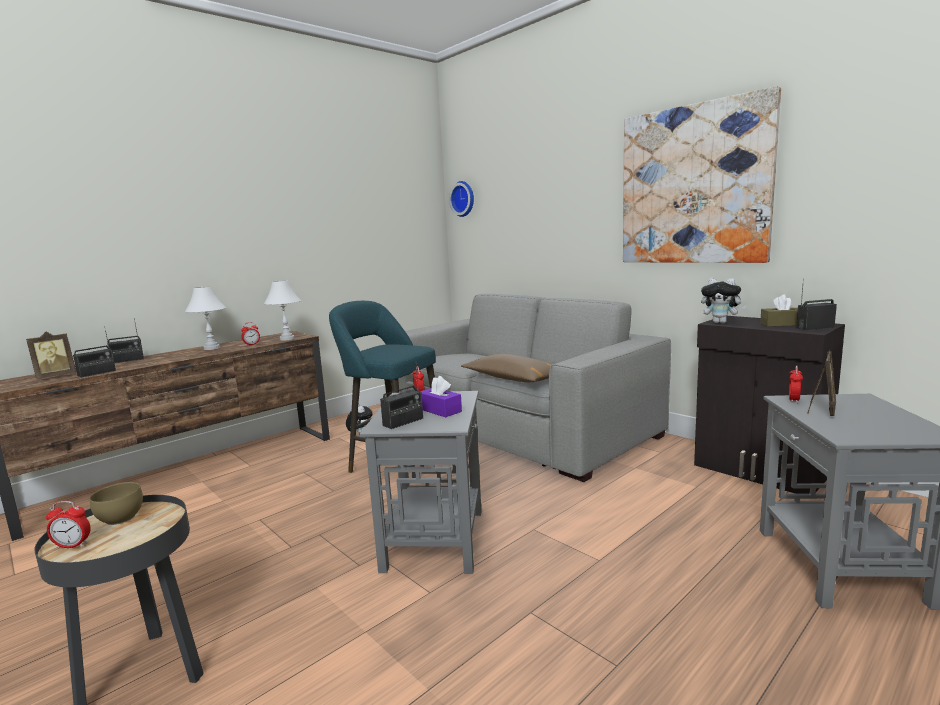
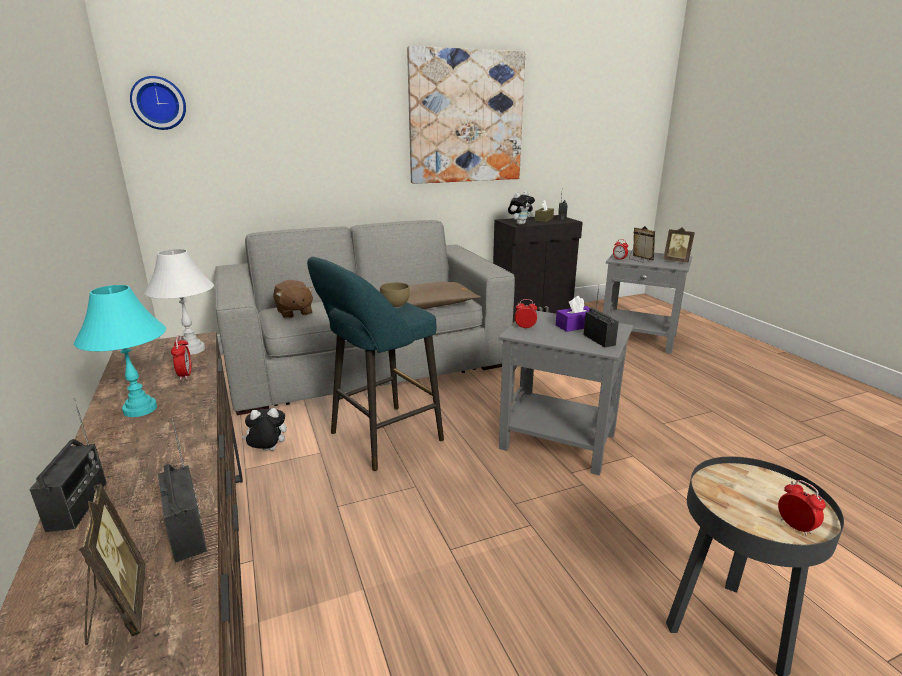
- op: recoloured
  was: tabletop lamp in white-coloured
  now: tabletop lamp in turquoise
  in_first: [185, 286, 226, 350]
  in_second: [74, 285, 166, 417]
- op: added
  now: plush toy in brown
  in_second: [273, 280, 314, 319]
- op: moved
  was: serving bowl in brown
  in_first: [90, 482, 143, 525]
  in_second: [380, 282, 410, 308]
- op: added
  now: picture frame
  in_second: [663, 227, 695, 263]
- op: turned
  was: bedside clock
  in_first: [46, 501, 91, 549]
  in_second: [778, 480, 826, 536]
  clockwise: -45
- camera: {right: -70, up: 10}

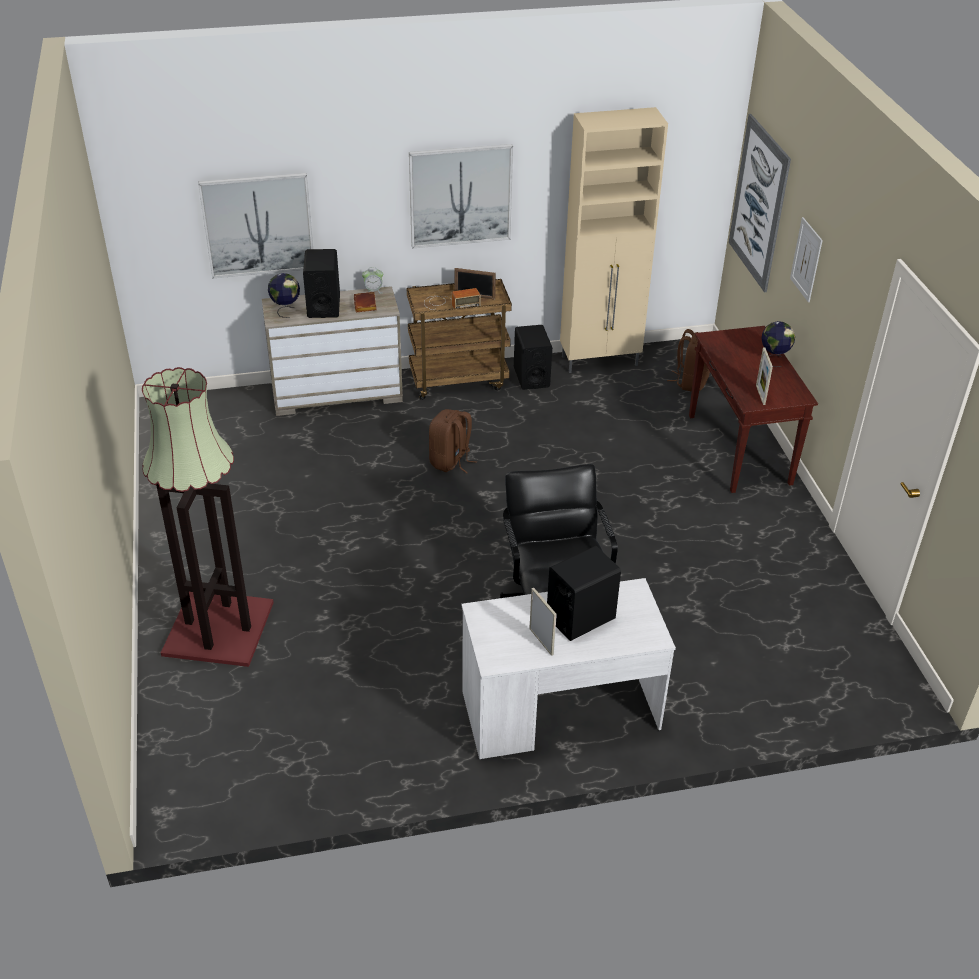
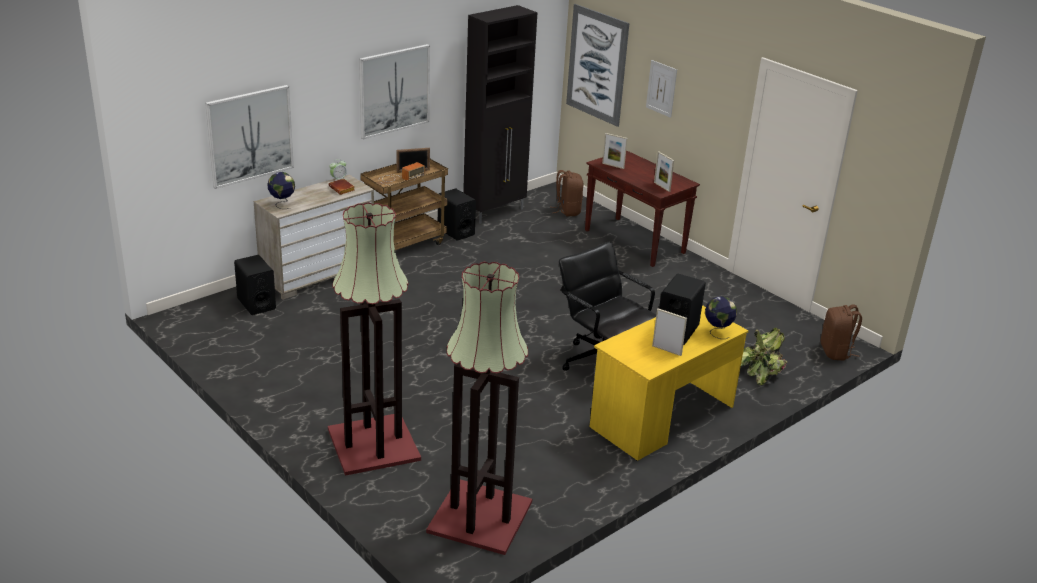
- op: moved
  was: audio speaker in blackish
  in_first: [303, 249, 340, 318]
  in_second: [234, 255, 276, 315]
- op: added
  now: floor lamp
  in_second: [426, 262, 532, 555]
- op: recoloured
  was: storage cabinet in beige
  now: storage cabinet in blackish
  in_first: [560, 107, 668, 373]
  in_second: [463, 5, 537, 224]
- op: recoloured
  was: desk unit in white-coloured
  now: desk unit in yellow
  in_first: [461, 578, 676, 759]
  in_second: [590, 305, 748, 461]
- op: added
  now: picture frame
  in_second: [602, 133, 628, 169]
- op: moved
  was: world globe
  in_first: [761, 321, 795, 367]
  in_second: [705, 296, 737, 339]
- op: added
  now: houseplant
  in_second: [741, 328, 787, 385]
- op: moved
  was: knapsack in brown
  in_first: [429, 409, 477, 474]
  in_second: [821, 304, 862, 361]
- camera: {right: -30, up: -10}

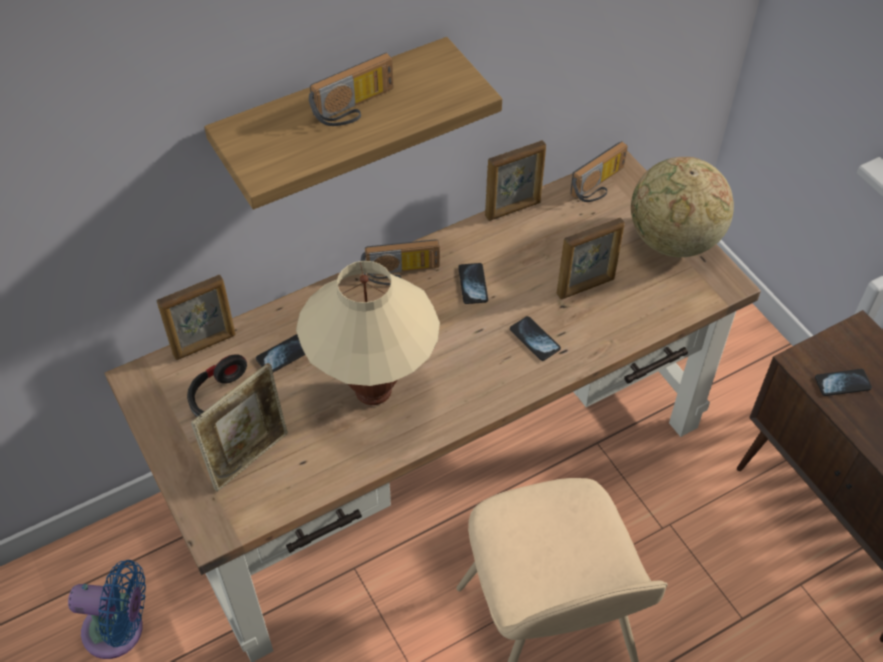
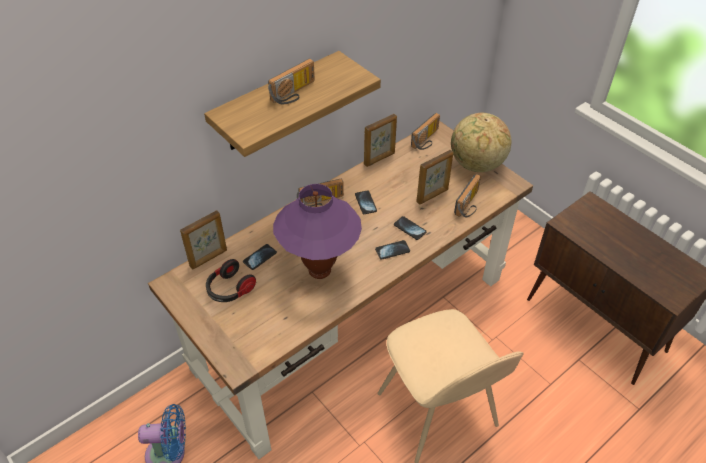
- op: recoloured
  was: tabletop lamp in beige
  now: tabletop lamp in purplish
  in_first: [296, 261, 440, 405]
  in_second: [273, 184, 362, 279]
- op: moved
  was: telephone
  in_first: [815, 369, 872, 396]
  in_second: [375, 240, 410, 260]
- op: added
  now: radio receiver
  in_second: [454, 174, 481, 217]
- op: removed
  was: picture frame
  in_first: [191, 363, 288, 492]
- camera: {right: -10, up: -5}

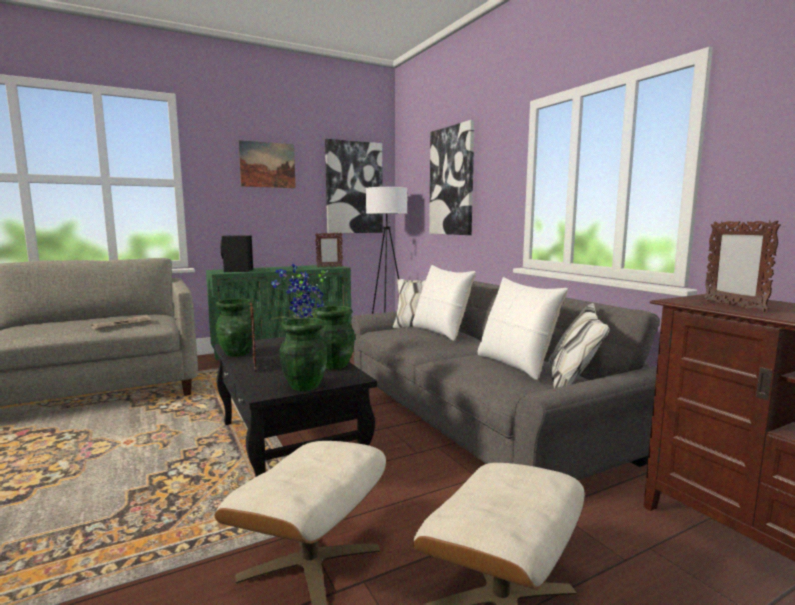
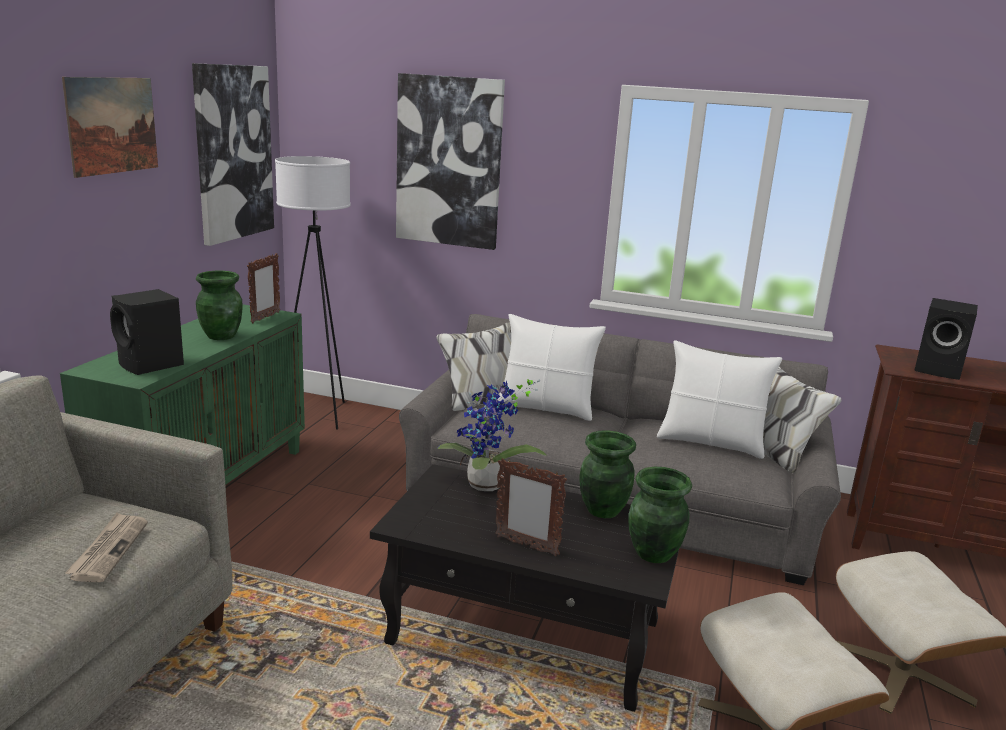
- op: moved
  was: decorative vase in green-coloured
  in_first: [216, 299, 255, 357]
  in_second: [196, 271, 243, 340]
- op: replaced
  was: picture frame
  now: audio speaker in blackish
  in_first: [704, 221, 781, 312]
  in_second: [914, 298, 978, 380]
- camera: {right: -45, up: 10}

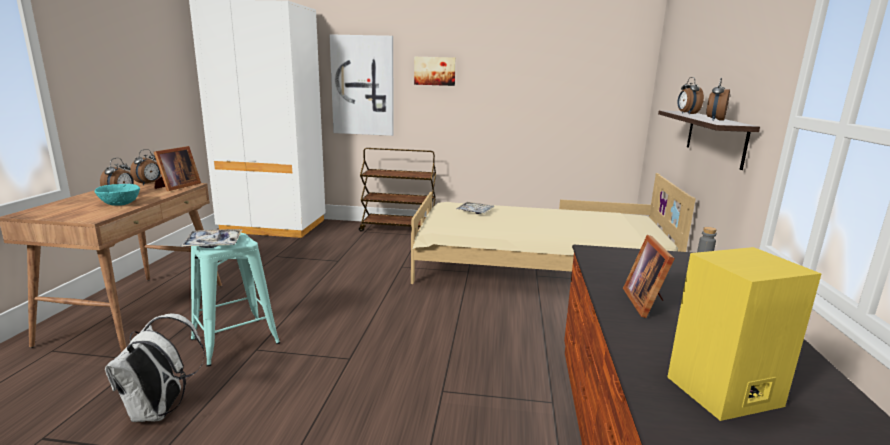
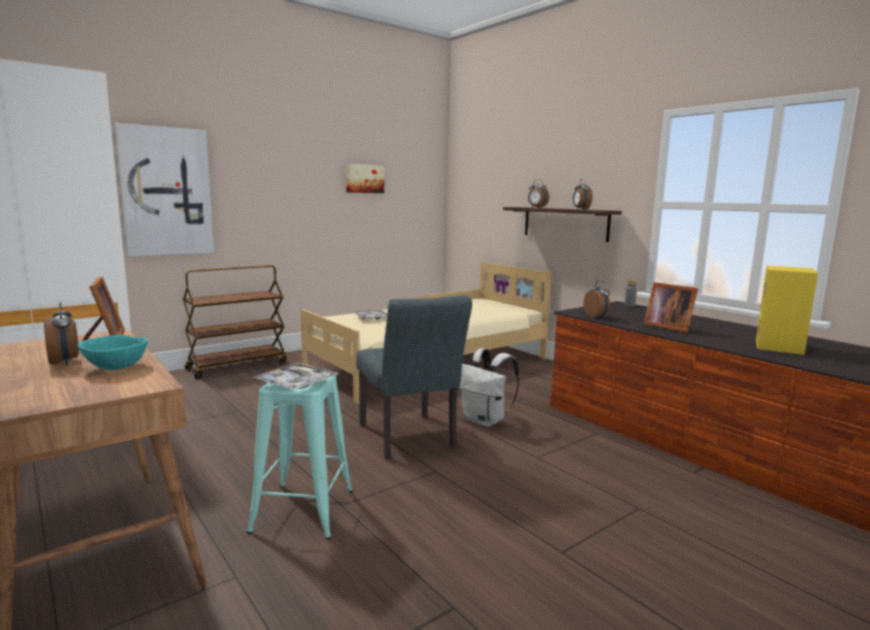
- op: moved
  was: wall picture
  in_first: [414, 57, 456, 86]
  in_second: [346, 164, 384, 193]
- op: added
  now: chair in gray
  in_second: [356, 295, 472, 460]
- op: moved
  was: knapsack in white-coloured
  in_first: [105, 314, 205, 422]
  in_second: [458, 348, 519, 427]
- op: moved
  was: bedside clock
  in_first: [130, 149, 161, 185]
  in_second: [583, 280, 610, 318]
- camera: {right: -45, up: -5}

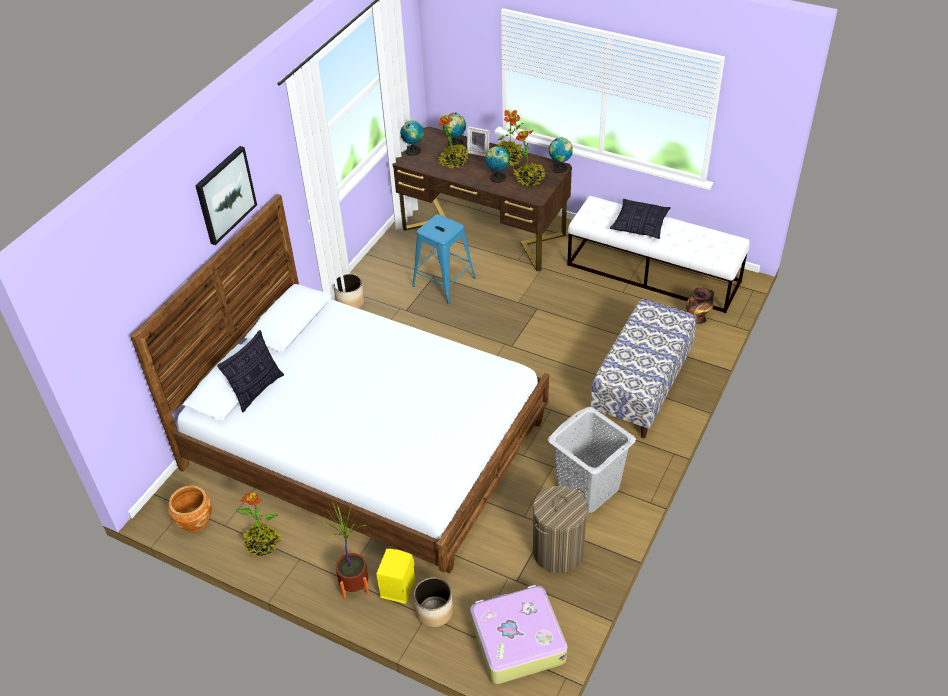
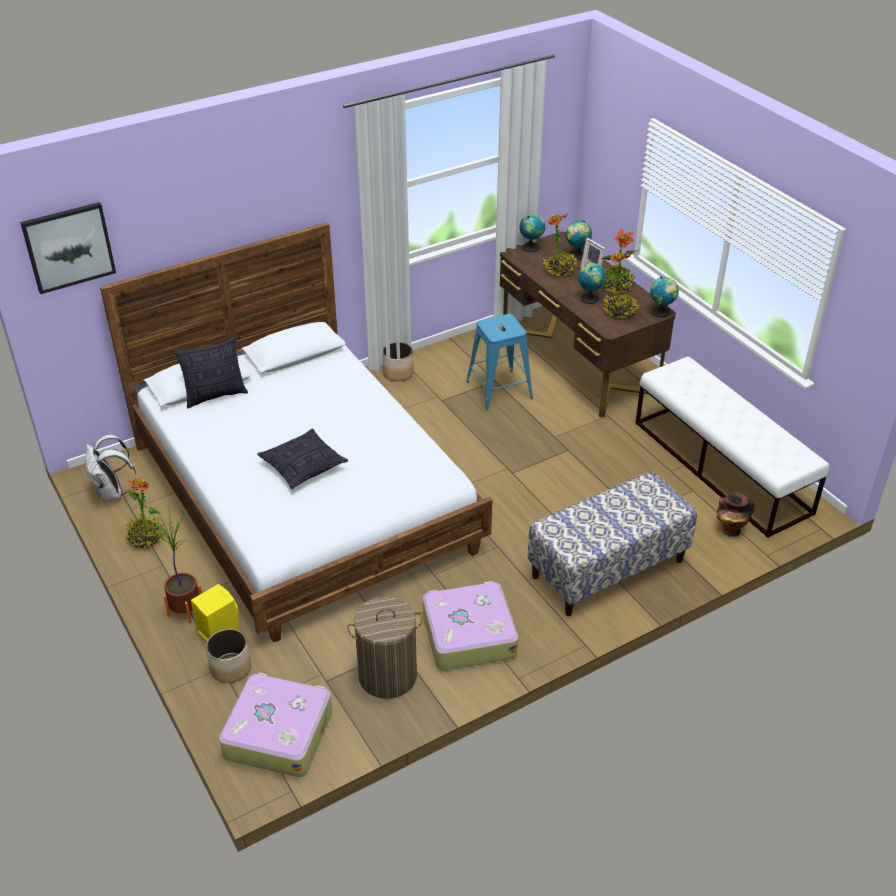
- op: moved
  was: wall picture
  in_first: [195, 146, 257, 245]
  in_second: [20, 202, 116, 294]
- op: replaced
  was: plant pot in brown
  now: knapsack in white-coloured
  in_first: [168, 485, 212, 532]
  in_second: [85, 435, 136, 503]
- op: moved
  was: throw pillow
  in_first: [610, 199, 671, 239]
  in_second: [257, 429, 348, 489]
- op: replaced
  was: washing basket in gray
  now: travel case
  in_first: [548, 407, 636, 513]
  in_second: [423, 581, 518, 671]
- camera: {right: 30, up: -5}

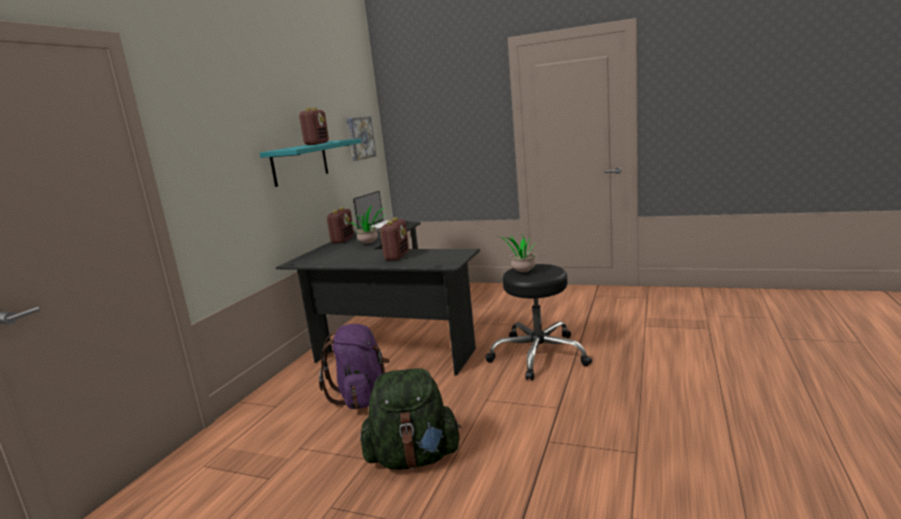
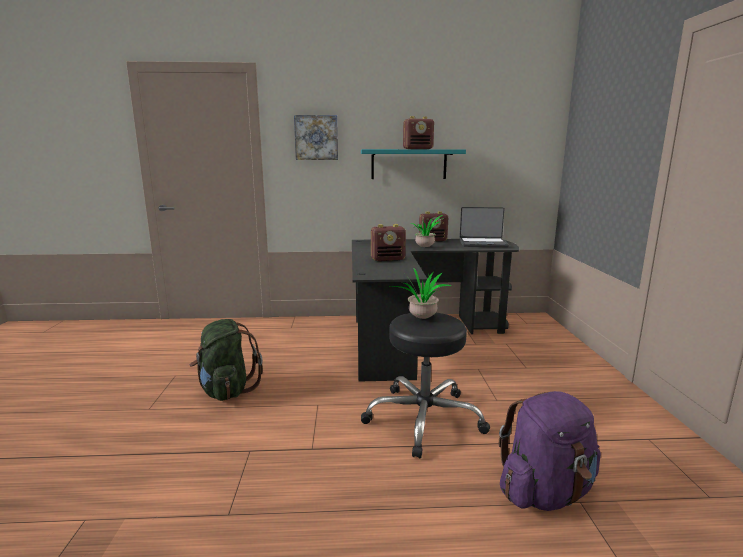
- op: moved
  was: wall picture
  in_first: [347, 116, 377, 161]
  in_second: [294, 115, 338, 160]
- op: moved
  was: knapsack in purplish
  in_first: [319, 324, 390, 409]
  in_second: [499, 391, 601, 511]
- camera: {right: 65, up: 0}

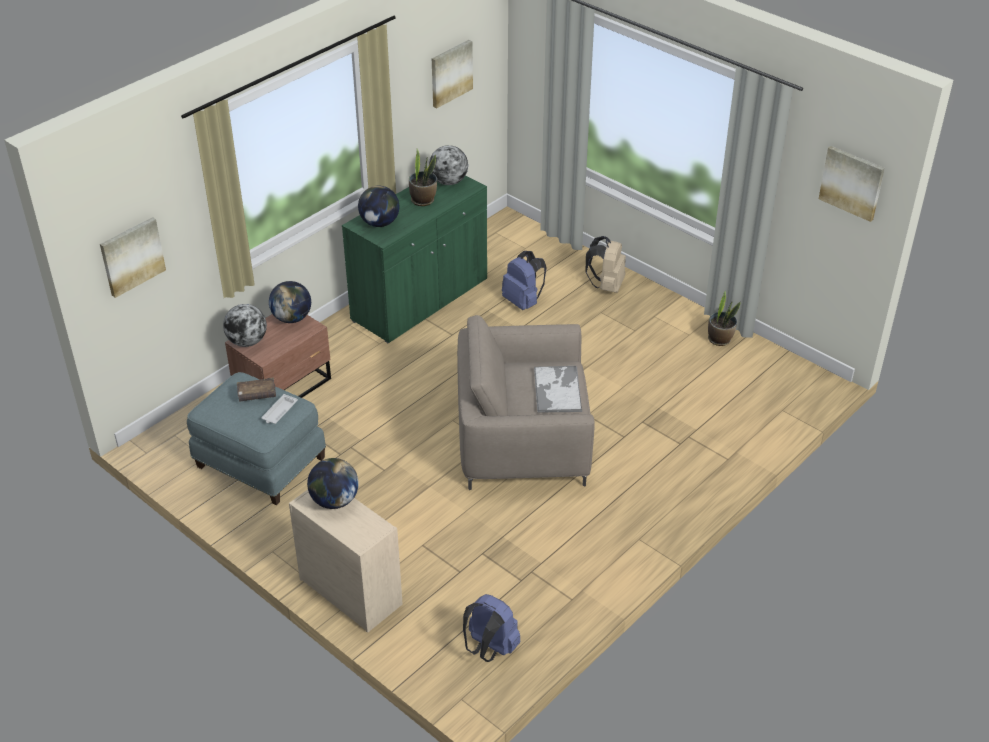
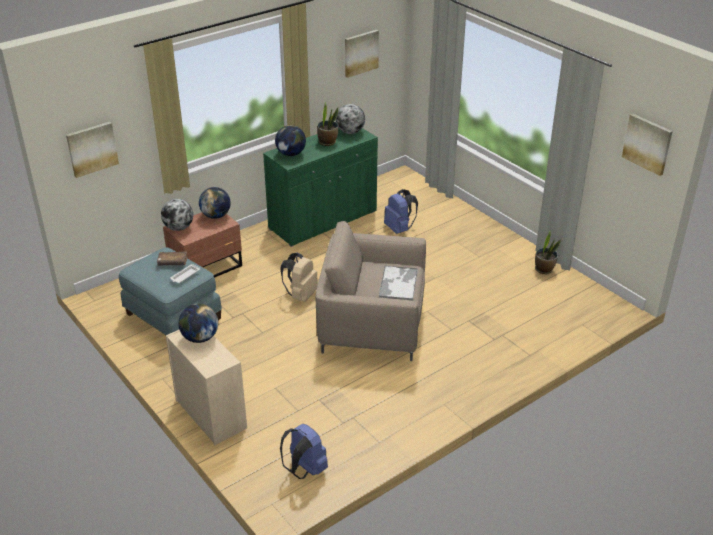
- op: moved
  was: knapsack in beige
  in_first: [586, 236, 626, 293]
  in_second: [280, 252, 318, 302]
- camera: {right: 10, up: -5}

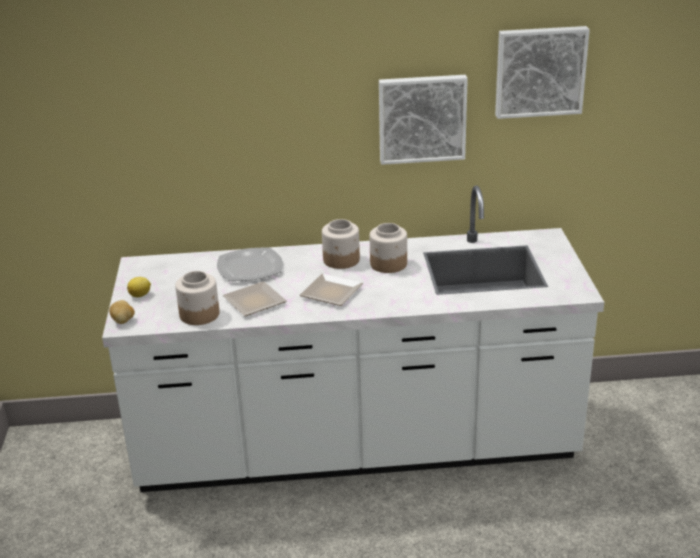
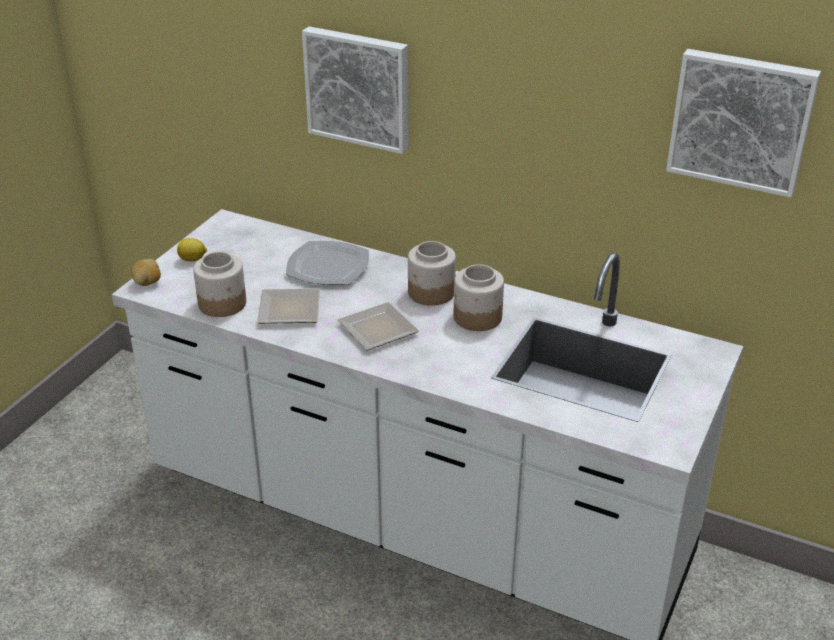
- op: moved
  was: wall picture
  in_first: [379, 75, 468, 165]
  in_second: [302, 26, 408, 154]
- camera: {right: 30, up: 5}

